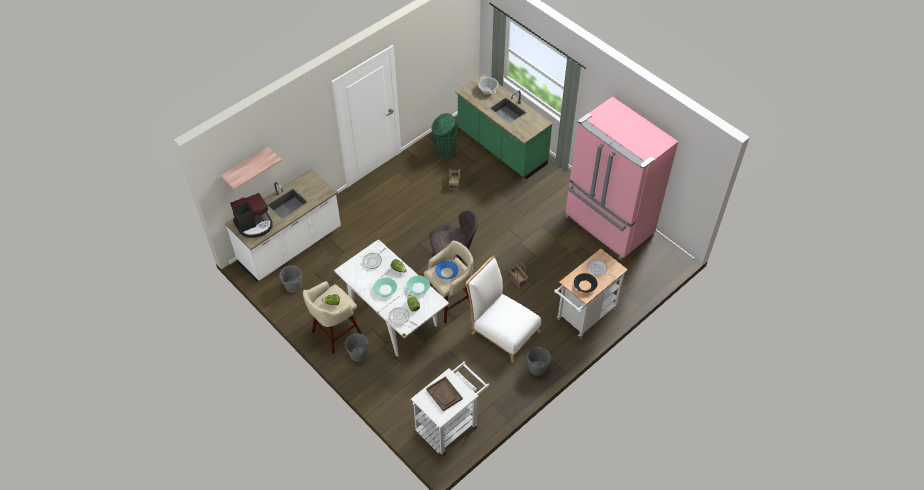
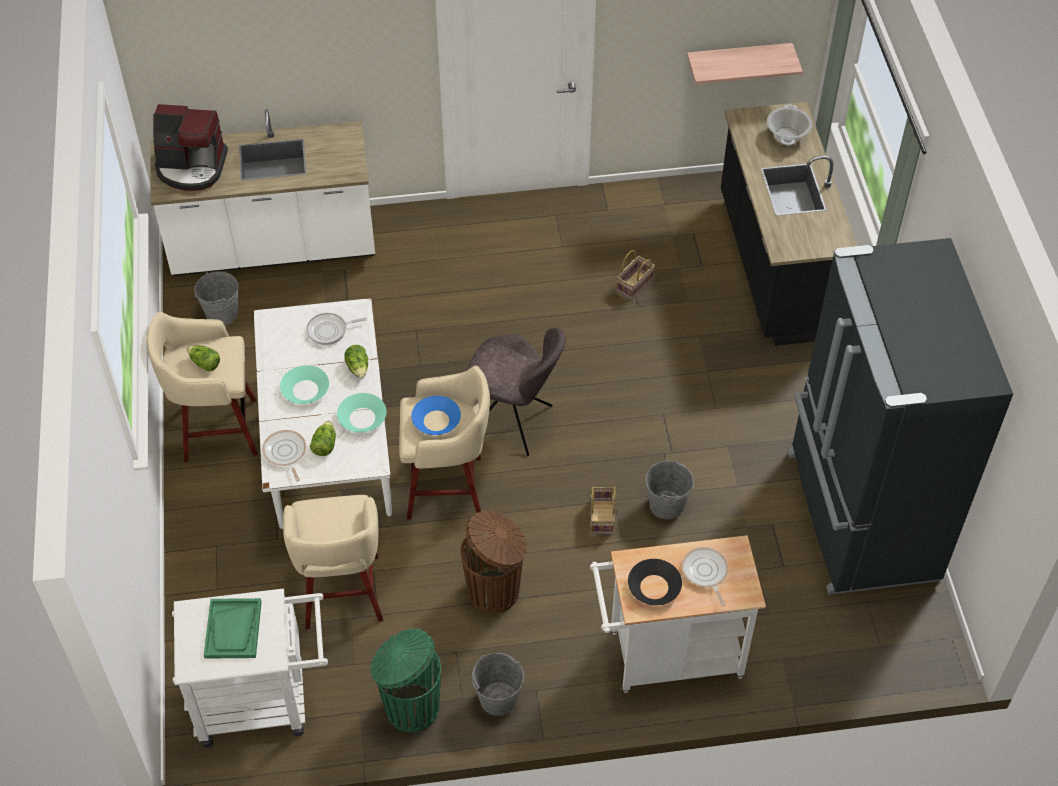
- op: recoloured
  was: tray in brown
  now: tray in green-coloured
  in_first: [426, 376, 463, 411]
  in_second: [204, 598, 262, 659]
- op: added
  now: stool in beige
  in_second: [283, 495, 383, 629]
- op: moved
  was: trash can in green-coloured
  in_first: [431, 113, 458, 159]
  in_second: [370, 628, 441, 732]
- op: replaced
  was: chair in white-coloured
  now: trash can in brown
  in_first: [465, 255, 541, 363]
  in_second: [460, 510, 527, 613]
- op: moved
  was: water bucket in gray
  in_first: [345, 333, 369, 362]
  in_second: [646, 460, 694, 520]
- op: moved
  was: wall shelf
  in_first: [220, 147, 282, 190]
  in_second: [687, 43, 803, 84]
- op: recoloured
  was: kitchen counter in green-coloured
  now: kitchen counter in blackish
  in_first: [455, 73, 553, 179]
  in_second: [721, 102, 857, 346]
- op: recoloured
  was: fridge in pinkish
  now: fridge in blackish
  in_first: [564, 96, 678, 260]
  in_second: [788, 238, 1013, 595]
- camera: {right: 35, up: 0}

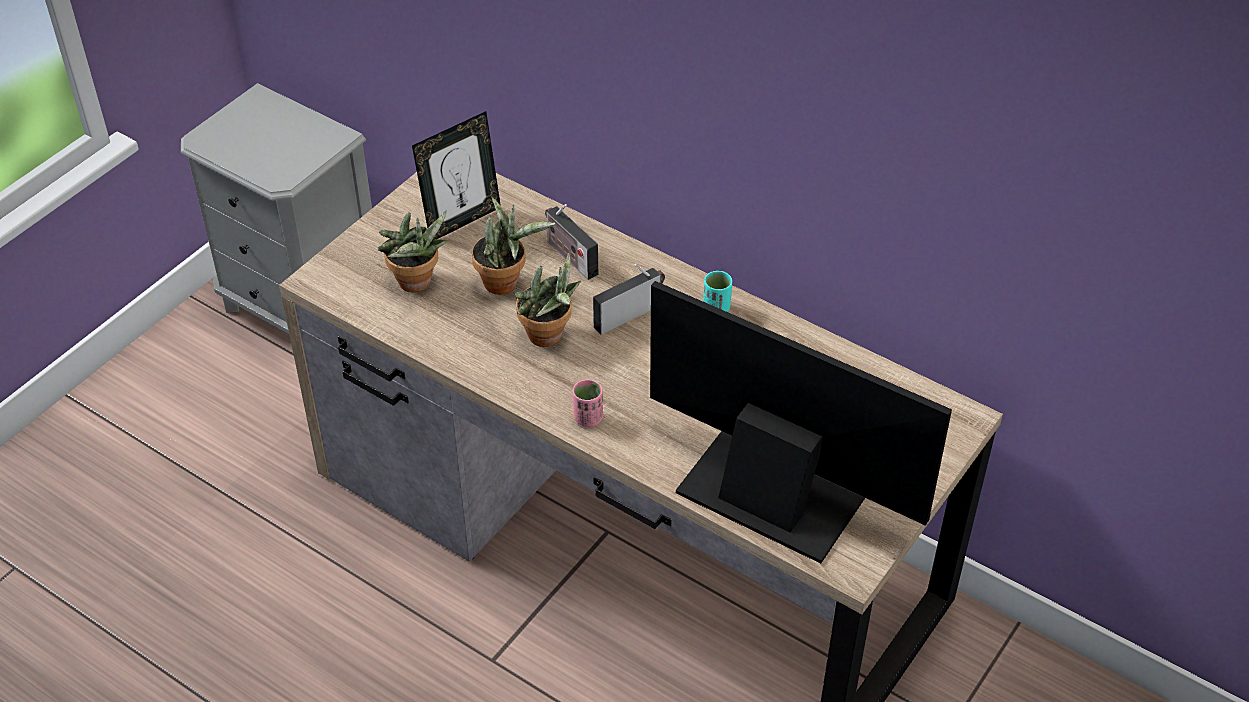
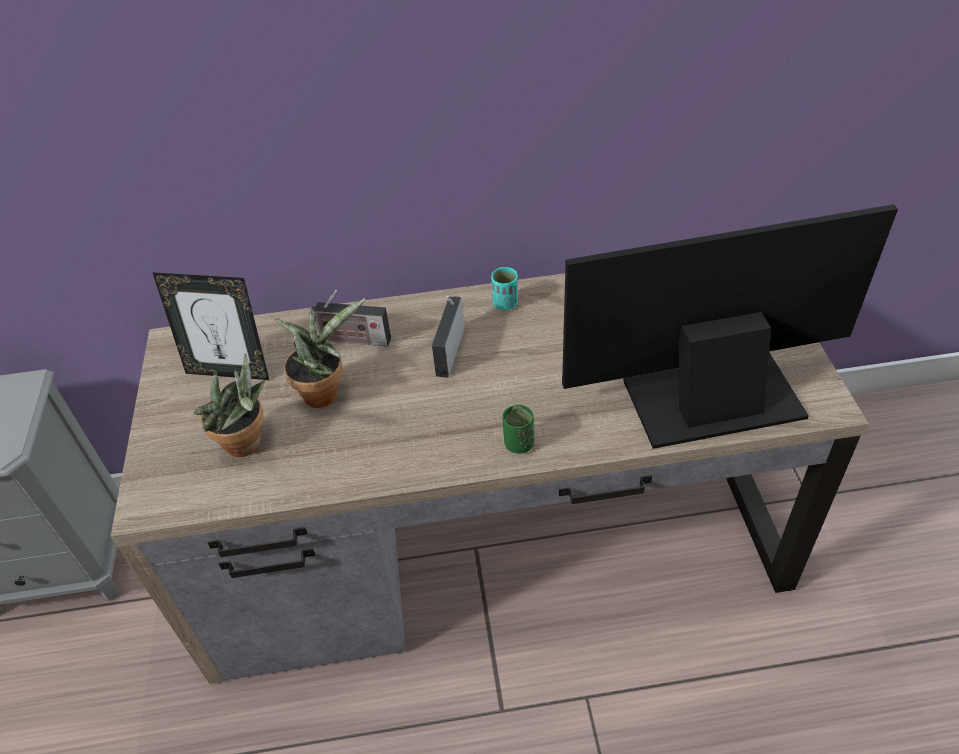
- op: turned
  was: picture frame
  in_first: [412, 111, 501, 239]
  in_second: [152, 272, 269, 380]
  clockwise: 90
- op: recoloured
  was: drinking cup in pinkish
  now: drinking cup in green-coloured
  in_first: [573, 380, 603, 427]
  in_second: [502, 405, 534, 454]
- op: removed
  was: houseplant
  in_first: [514, 253, 581, 347]
- camera: {right: -40, up: 0}

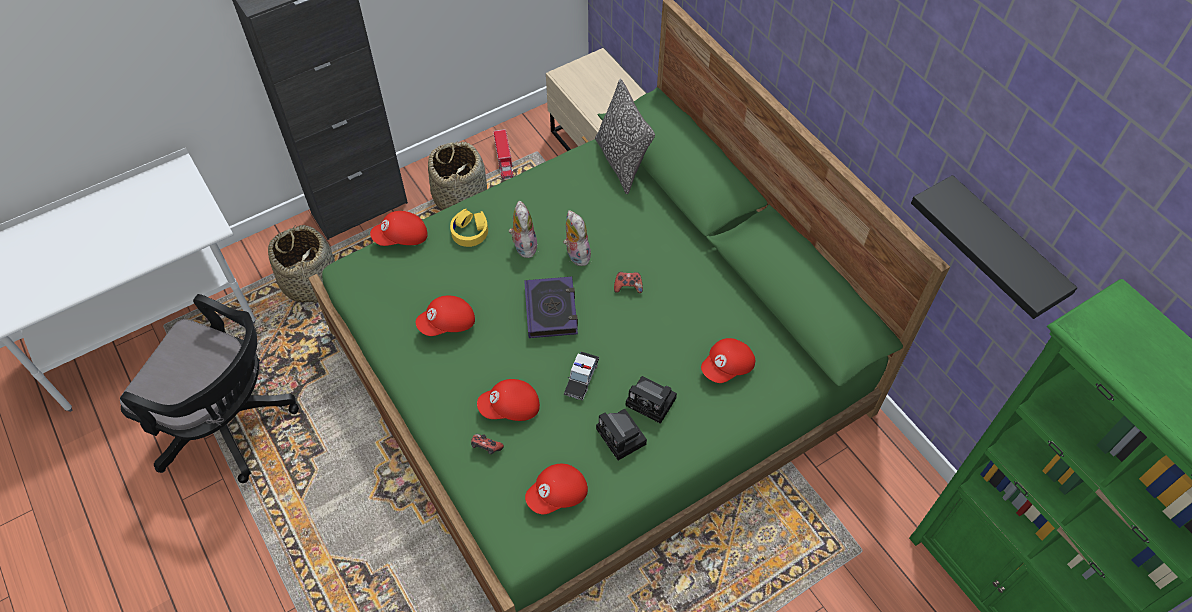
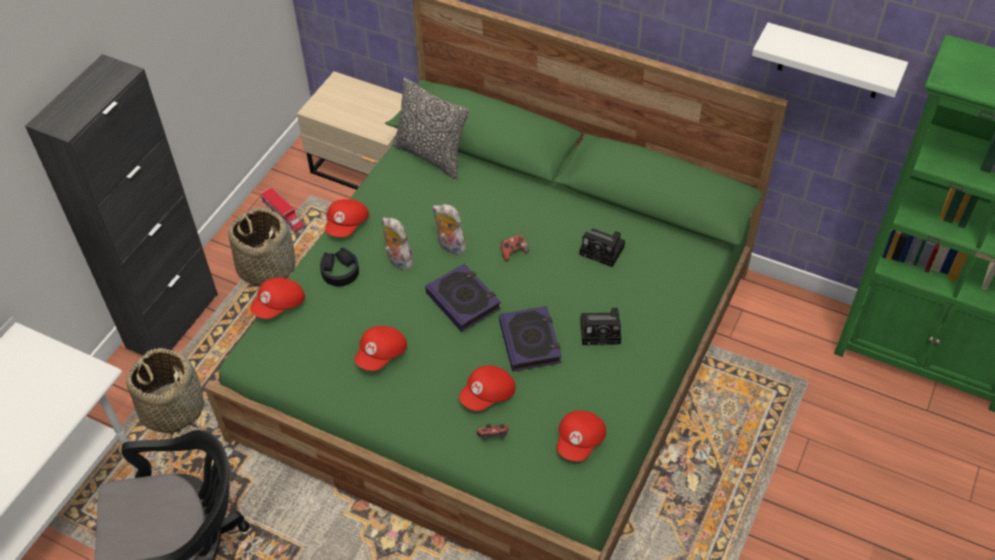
- op: recoloured
  was: headset in yellow
  now: headset in blackish
  in_first: [450, 209, 488, 247]
  in_second: [320, 248, 359, 287]
- op: moved
  was: cap in red
  in_first: [701, 338, 755, 383]
  in_second: [325, 199, 369, 237]
- op: replaced
  was: miniature car
  now: volume
  in_first: [564, 352, 599, 400]
  in_second: [499, 306, 562, 372]
- op: moved
  was: photo camera
  in_first: [596, 409, 647, 460]
  in_second: [579, 228, 625, 267]
- op: recoloured
  was: wall shelf in blackish
  now: wall shelf in white-coloured
  in_first: [911, 175, 1077, 319]
  in_second: [752, 22, 908, 98]
- camera: {right: -30, up: -5}

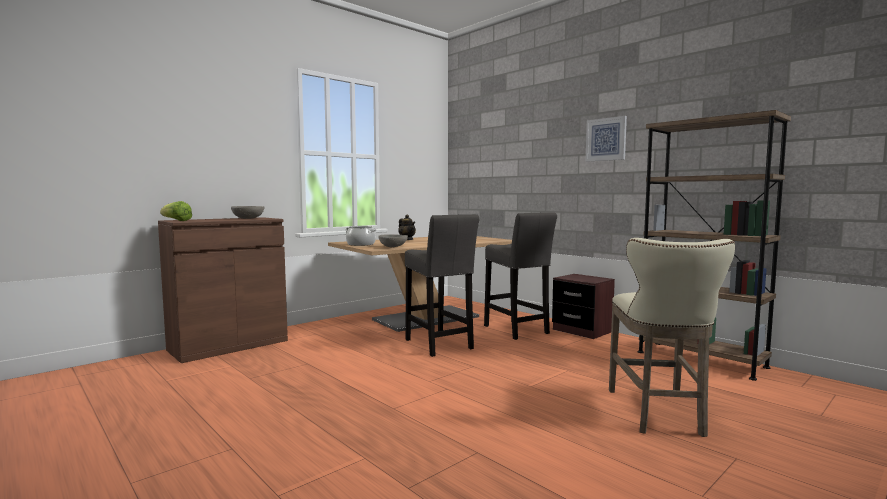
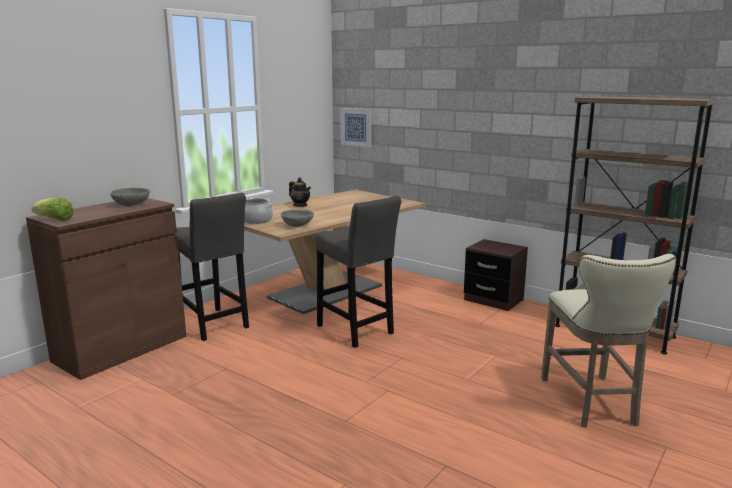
- op: moved
  was: stool in gray
  in_first: [484, 212, 557, 340]
  in_second: [174, 193, 249, 341]
- op: moved
  was: wall picture
  in_first: [585, 116, 627, 162]
  in_second: [340, 108, 371, 147]
- camera: {right: -10, up: 10}

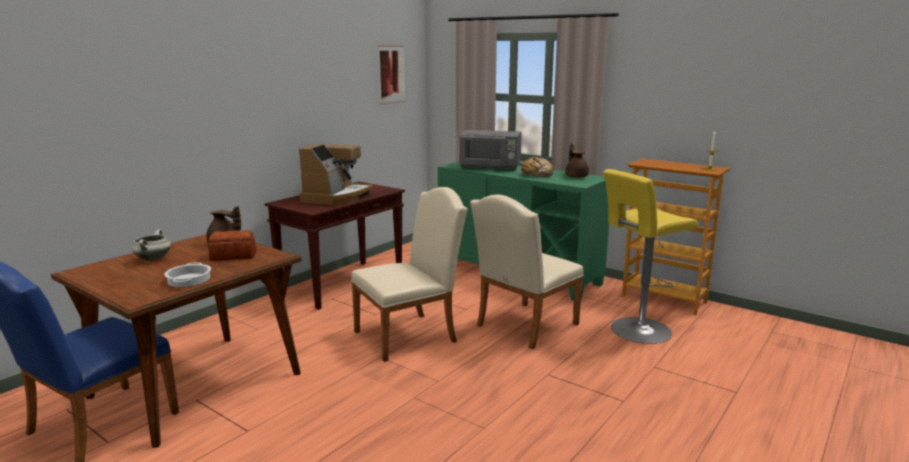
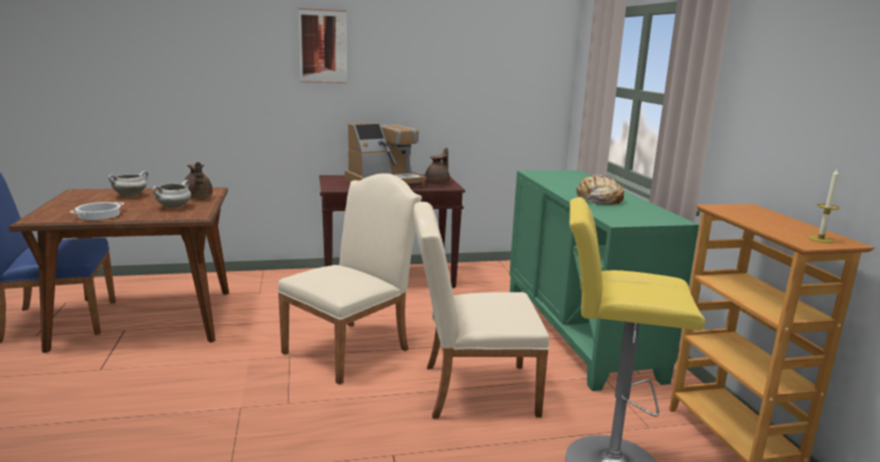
- op: replaced
  was: baked bread
  now: stockpot in white-coloured
  in_first: [208, 230, 256, 261]
  in_second: [152, 180, 191, 209]
- op: turned
  was: chair in beige
  in_first: [351, 187, 468, 362]
  in_second: [277, 173, 422, 385]
  clockwise: -60
- op: moved
  was: wall picture
  in_first: [378, 46, 405, 104]
  in_second: [299, 8, 347, 84]
- op: moved
  was: pot for tea in brown
  in_first: [565, 143, 589, 178]
  in_second: [425, 148, 450, 185]
- op: removed
  was: kitchen microwave in gray
  in_first: [459, 130, 522, 171]
- camera: {right: 40, up: 0}

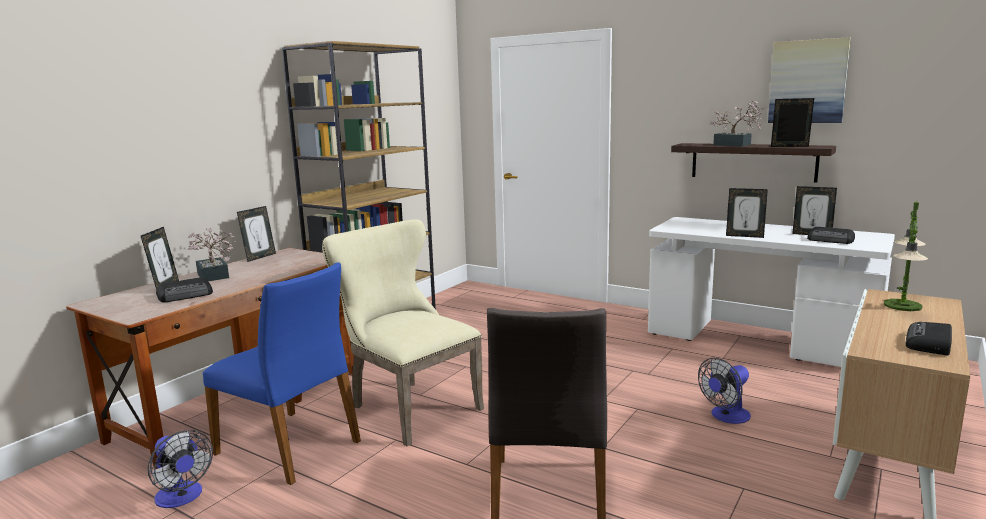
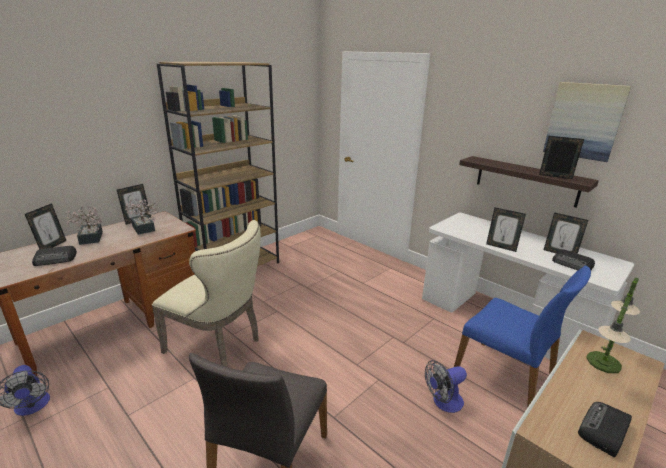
- op: moved
  was: houseplant
  in_first: [708, 101, 764, 146]
  in_second: [125, 199, 159, 235]
- op: turned
  was: chair in beige
  in_first: [322, 219, 484, 446]
  in_second: [152, 220, 261, 367]
  clockwise: 150
- op: moved
  was: chair in blue-coloured
  in_first: [203, 262, 361, 485]
  in_second: [454, 266, 591, 408]
- camera: {right: 10, up: 10}

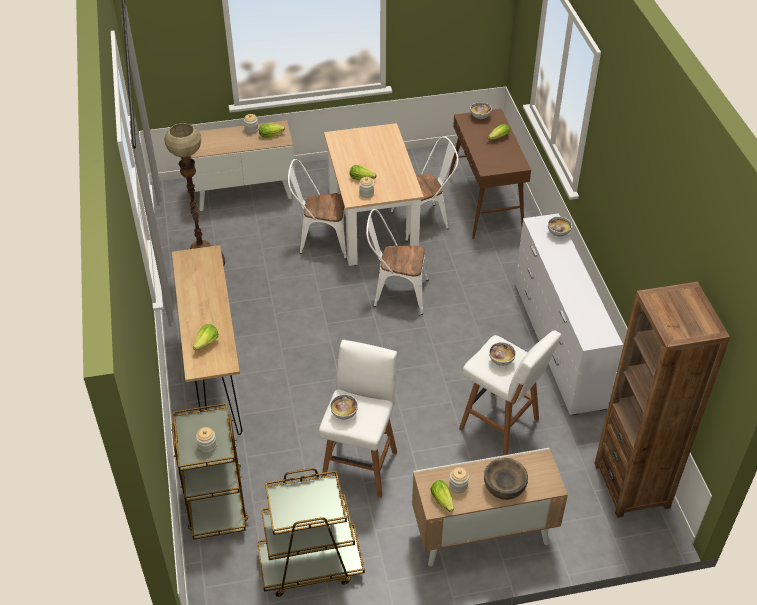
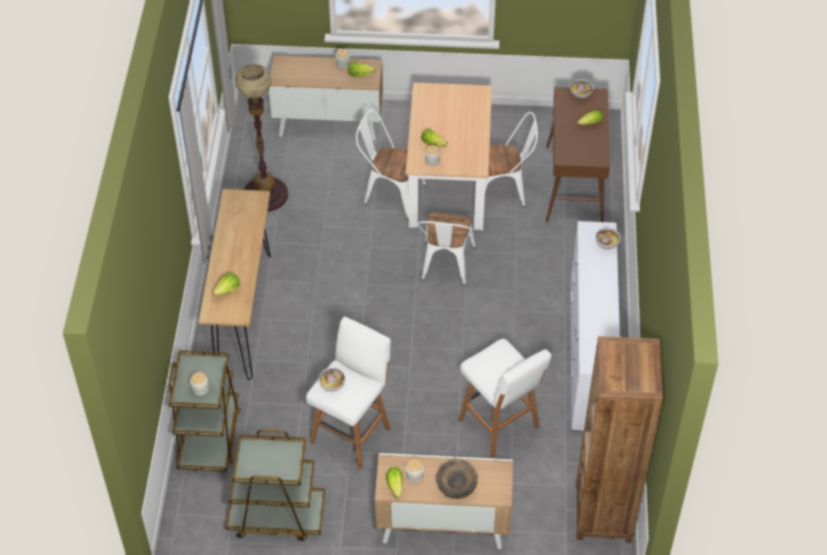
- op: turned
  was: chair in white-coloured
  in_first: [366, 209, 429, 315]
  in_second: [417, 212, 476, 285]
  clockwise: -105
- op: removed
  was: serving bowl
  in_first: [489, 342, 516, 366]
- camera: {right: 15, up: 5}

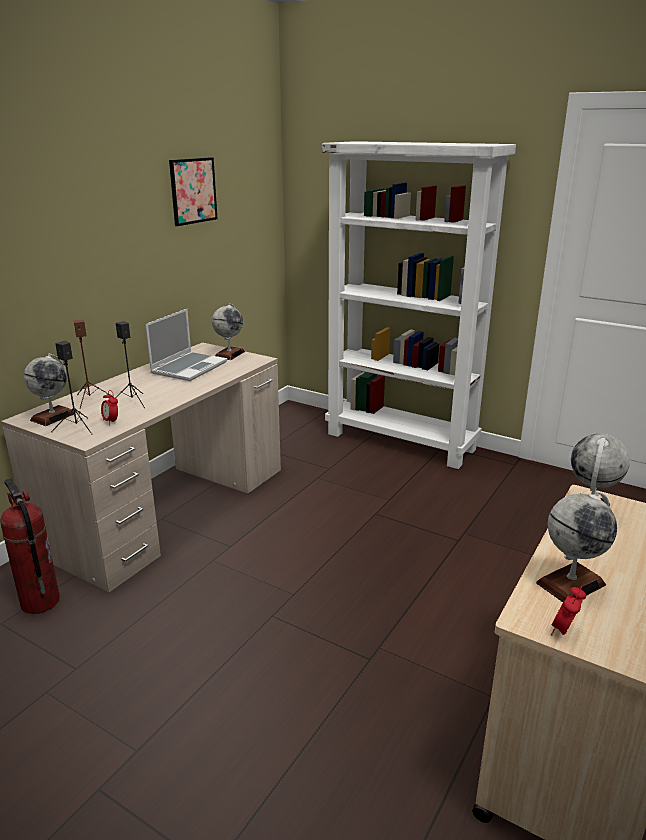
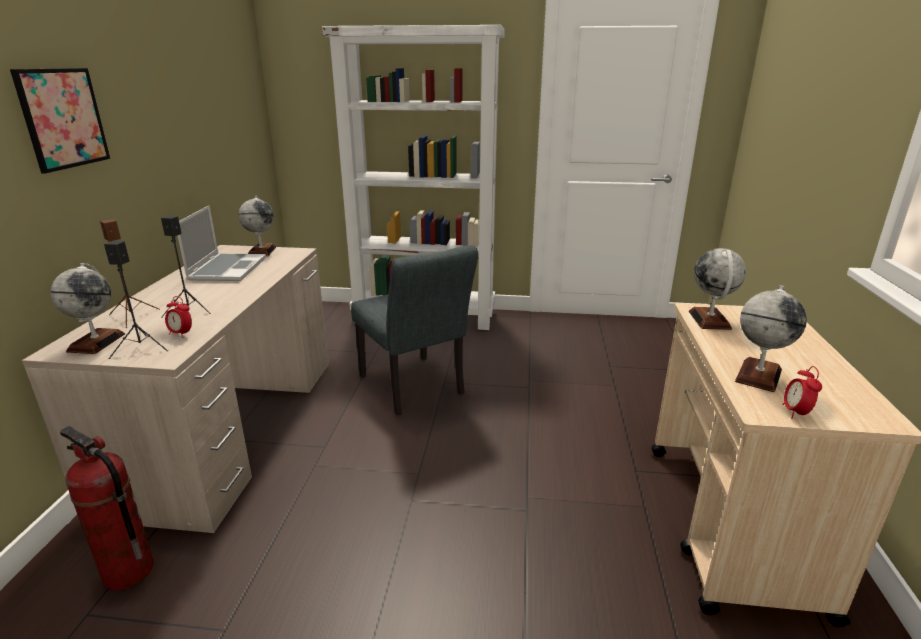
- op: moved
  was: wall picture
  in_first: [169, 157, 218, 226]
  in_second: [10, 68, 110, 174]
- op: added
  now: chair in gray
  in_second: [351, 245, 478, 415]
- camera: {right: -25, up: 0}

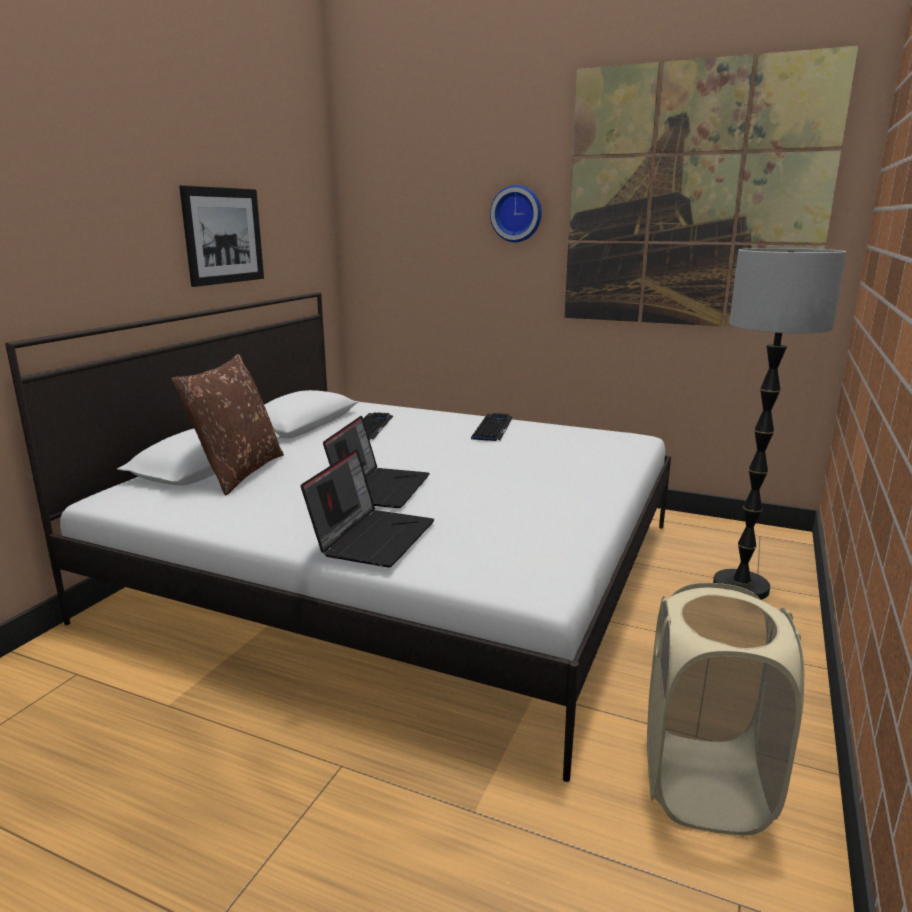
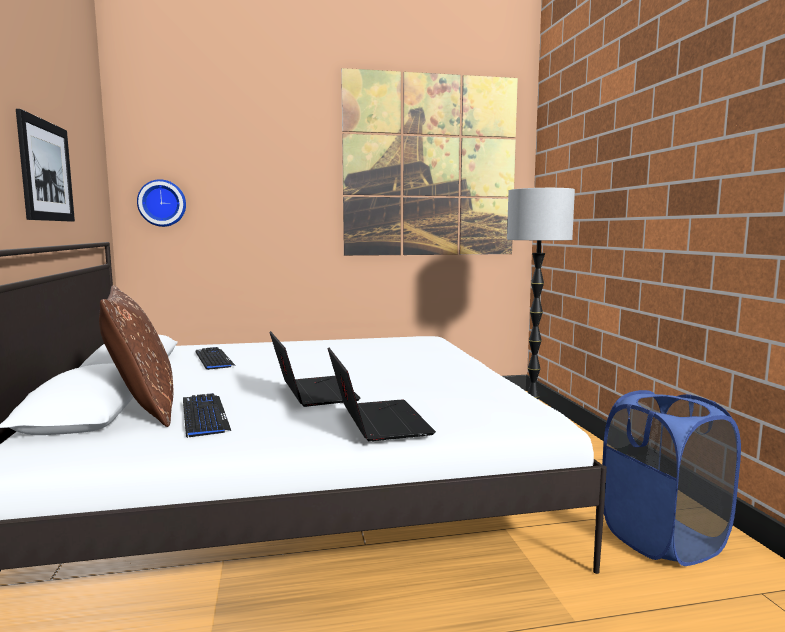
- op: moved
  was: clock on the wall
  in_first: [490, 185, 542, 242]
  in_second: [137, 179, 186, 227]
- op: moved
  was: computer keyboard
  in_first: [471, 413, 513, 441]
  in_second: [183, 393, 231, 438]
- op: recoloured
  was: washing basket in beige
  now: washing basket in blue-coloured
  in_first: [647, 583, 804, 835]
  in_second: [602, 390, 741, 566]
- camera: {right: -35, up: -10}

